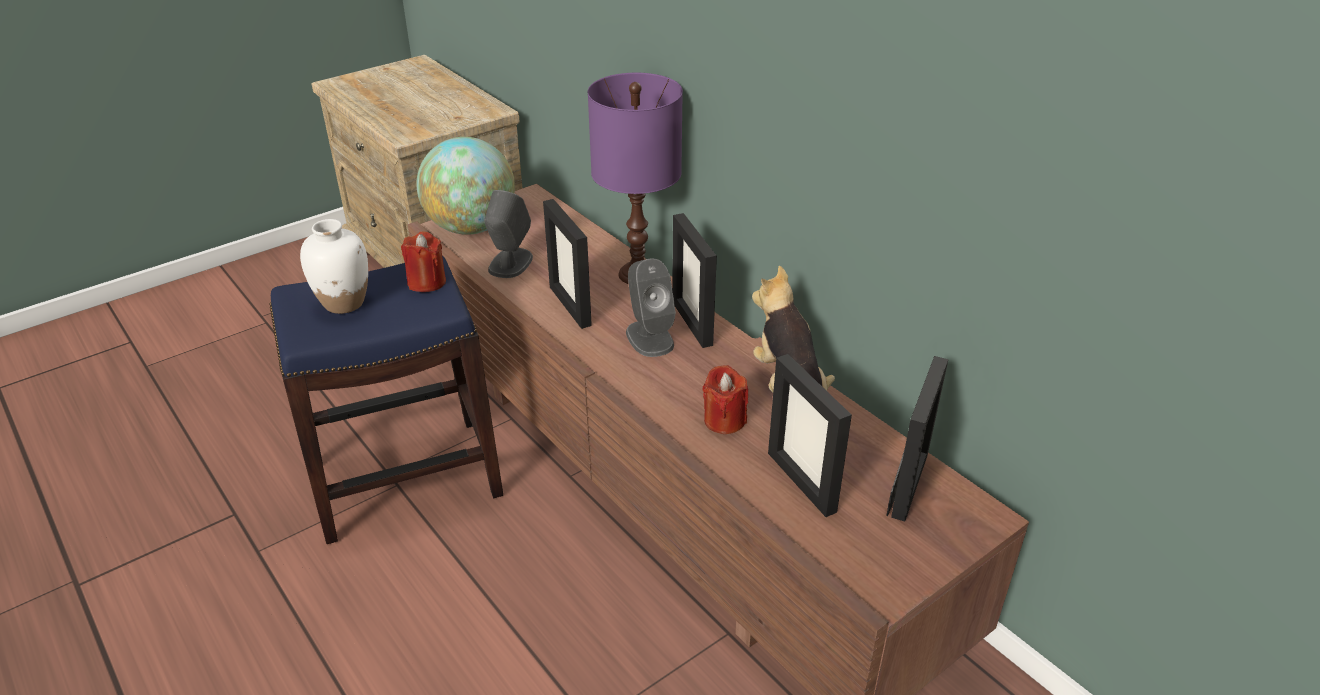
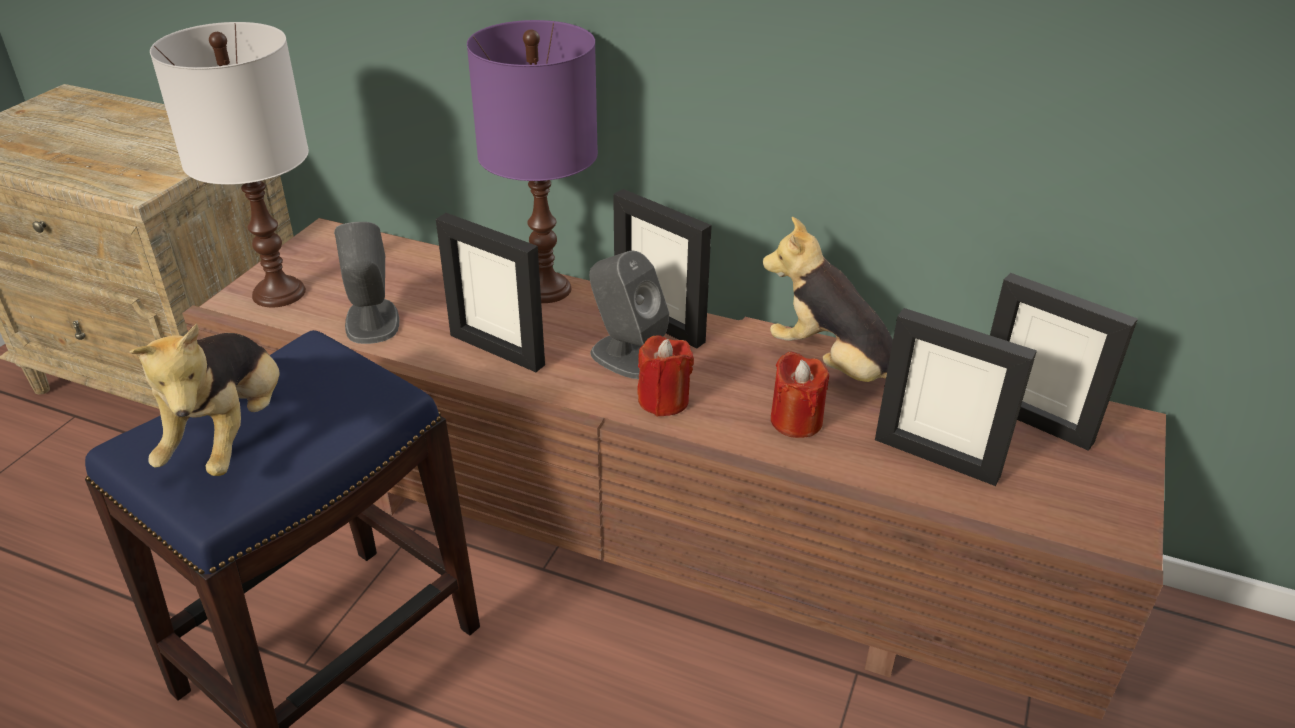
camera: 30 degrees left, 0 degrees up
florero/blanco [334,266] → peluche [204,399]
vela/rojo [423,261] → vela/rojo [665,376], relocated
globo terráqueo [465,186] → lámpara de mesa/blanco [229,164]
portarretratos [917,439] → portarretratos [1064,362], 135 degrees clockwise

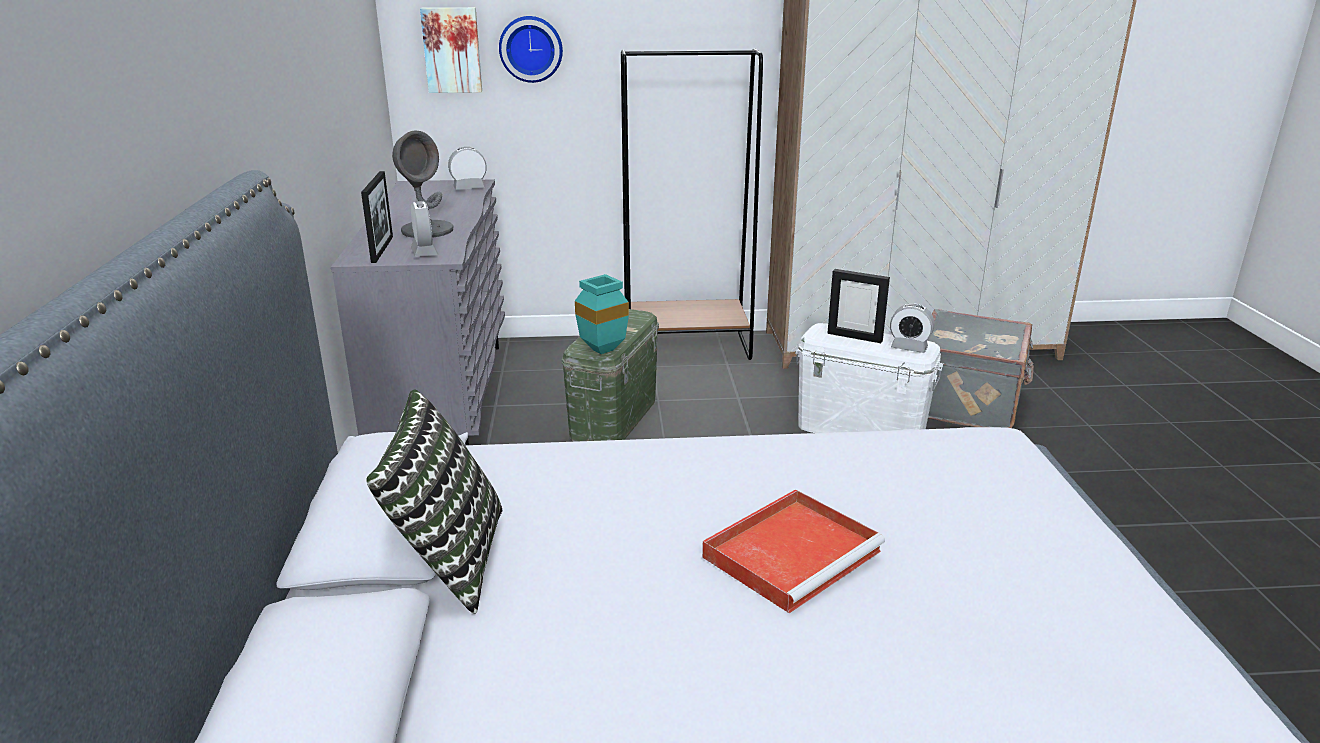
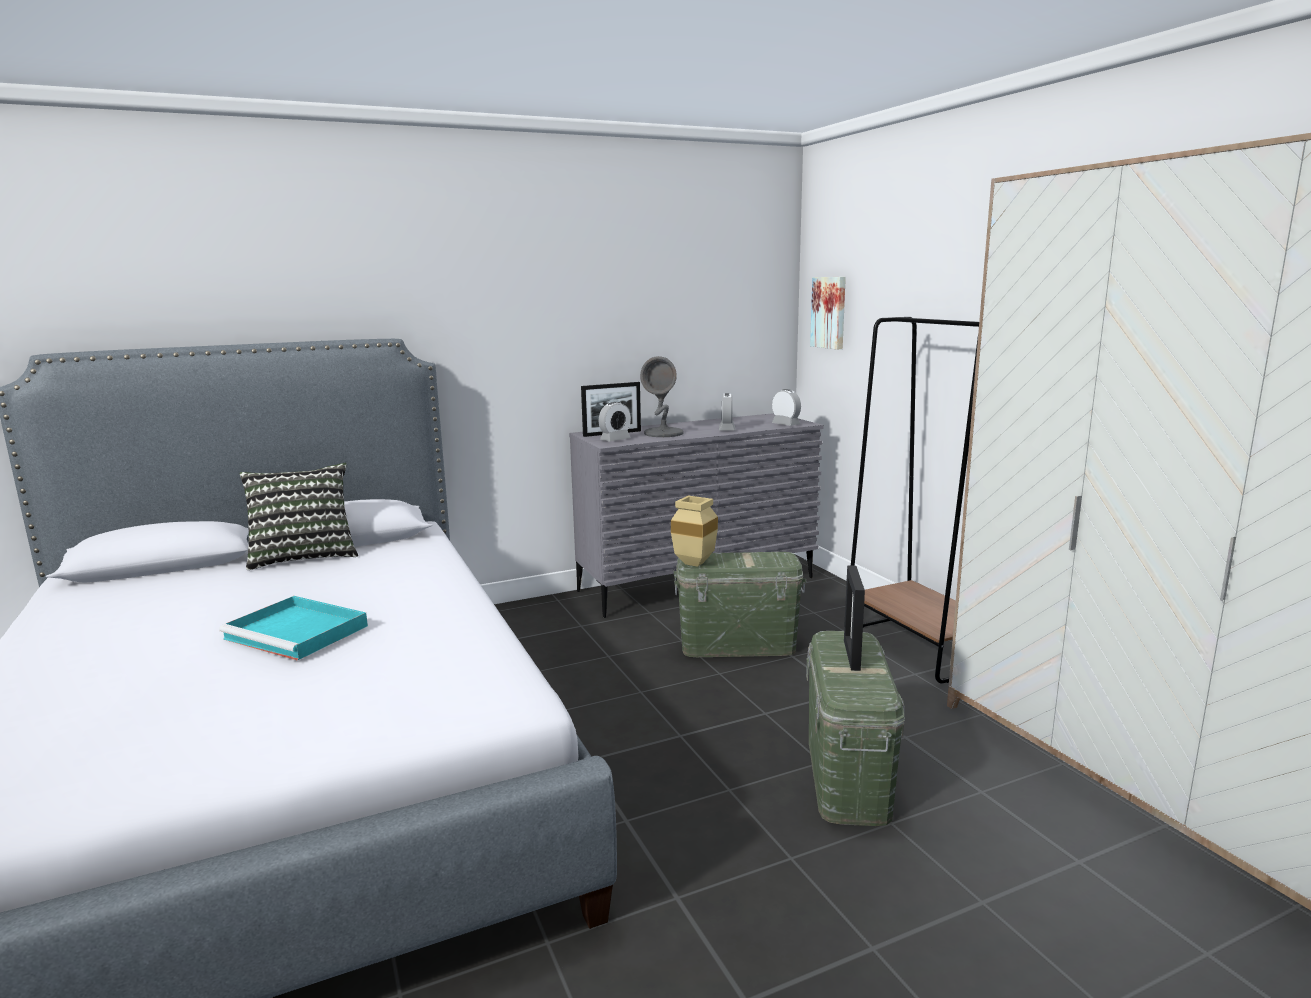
camera: 70 degrees right, 10 degrees down
reloj de pared [531,49] → -
florero/turquesa [602,314] → florero/beis [694,531]
bandeja/rojo [793,551] → bandeja/turquesa [293,628]
caja de almacenaje/blanco [869,378] → caja de almacenaje/verde [855,728]
despertador [912,328] → despertador [727,411], relocated
maleta/gris [980,368] → -

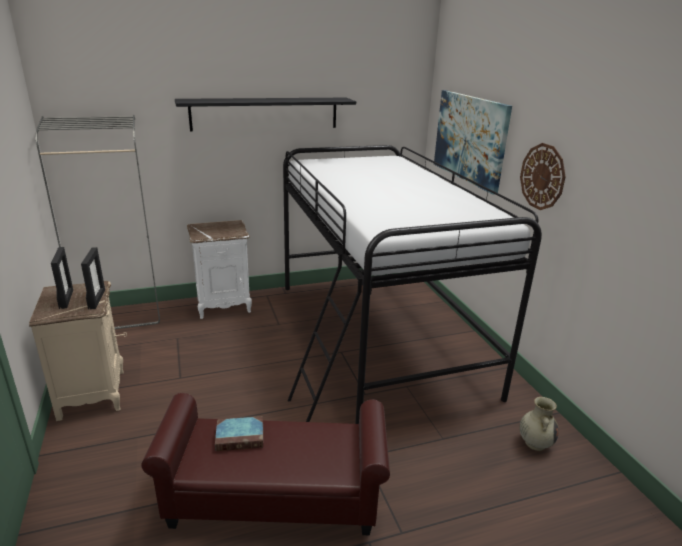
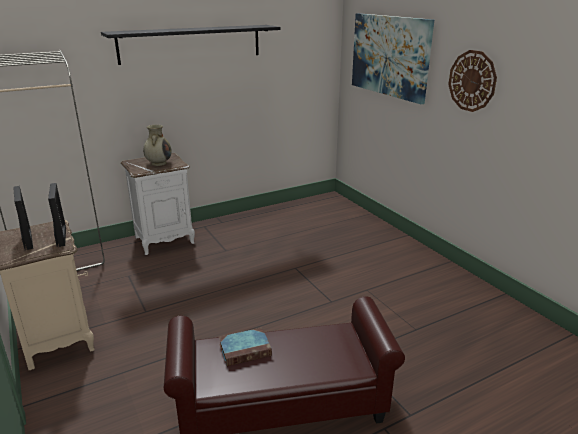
camera: 10 degrees left, 0 degrees up
cama/negro [412,284] → -
florero/beis [539,424] → florero/beis [157,145], relocated

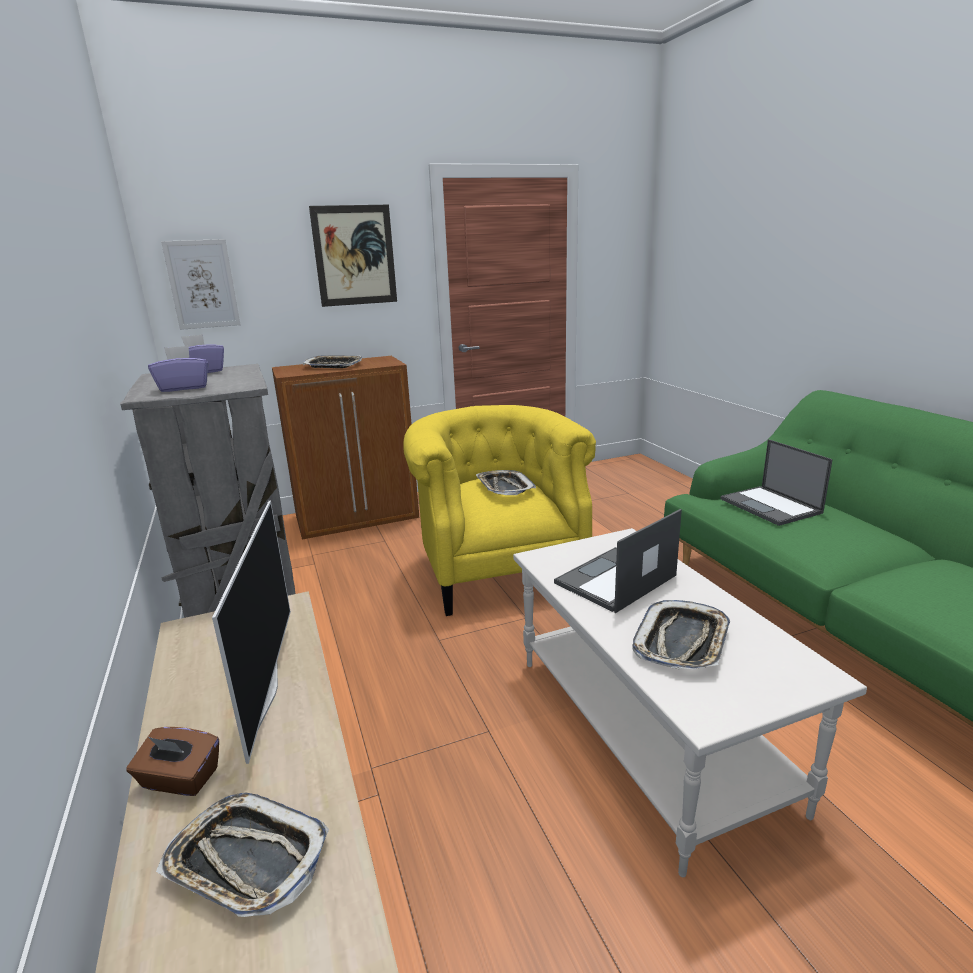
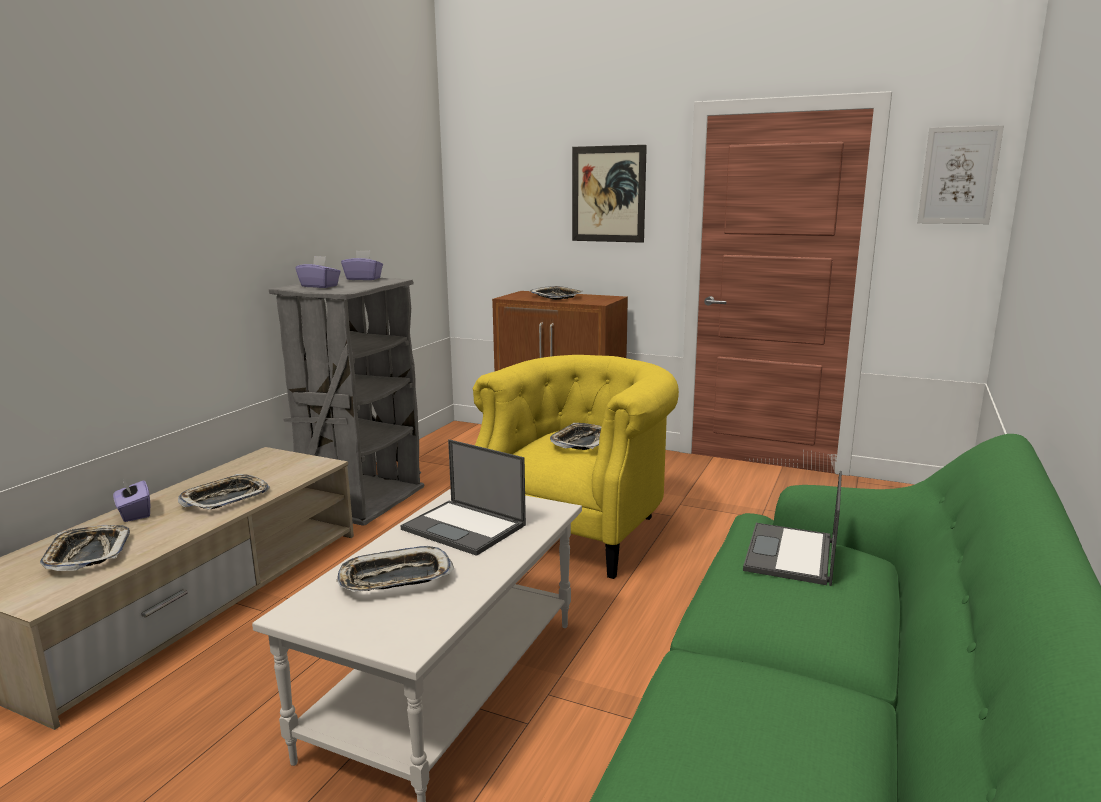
camera: 45 degrees right, 5 degrees down
caja de pañuelos/marrón [172,761] → caja de pañuelos/morado [131,500]
cuadro [200,284] → cuadro [960,174], relocated
televisor [251,632] → bandeja [224,492]
portátil [618,561] → portátil [463,497], 150 degrees counterclockwise

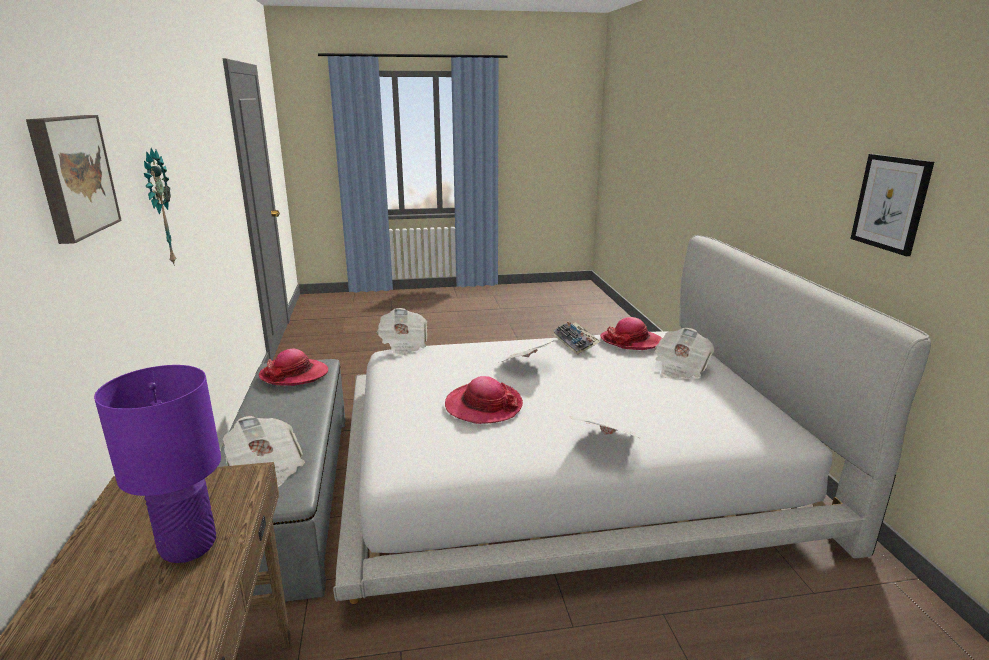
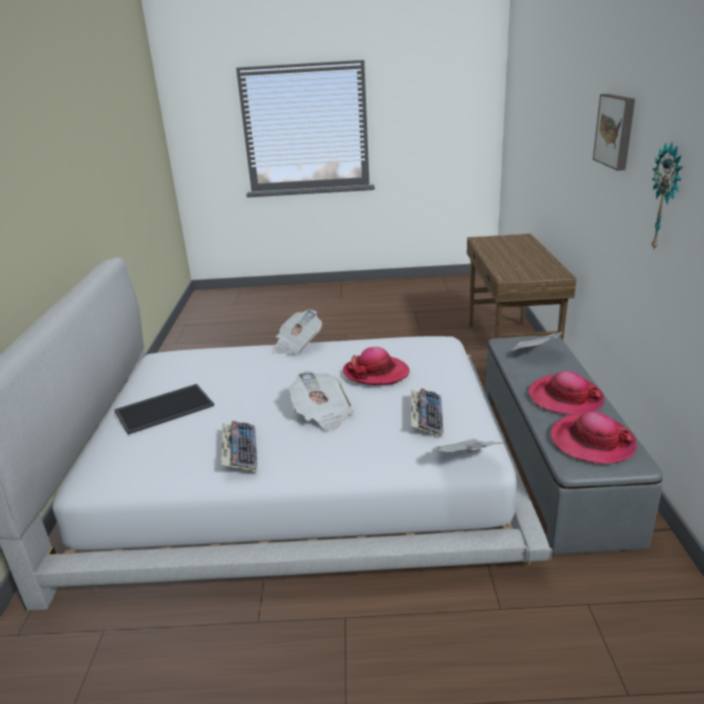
camera: 170 degrees left, 5 degrees up
lámpara de mesa/morado [157,464] → -
sombrero [631,333] → sombrero [566,393], relocated
periódico [684,353] → bandeja [164,409]
cuadro [892,205] → -
- → teclado [427,412]

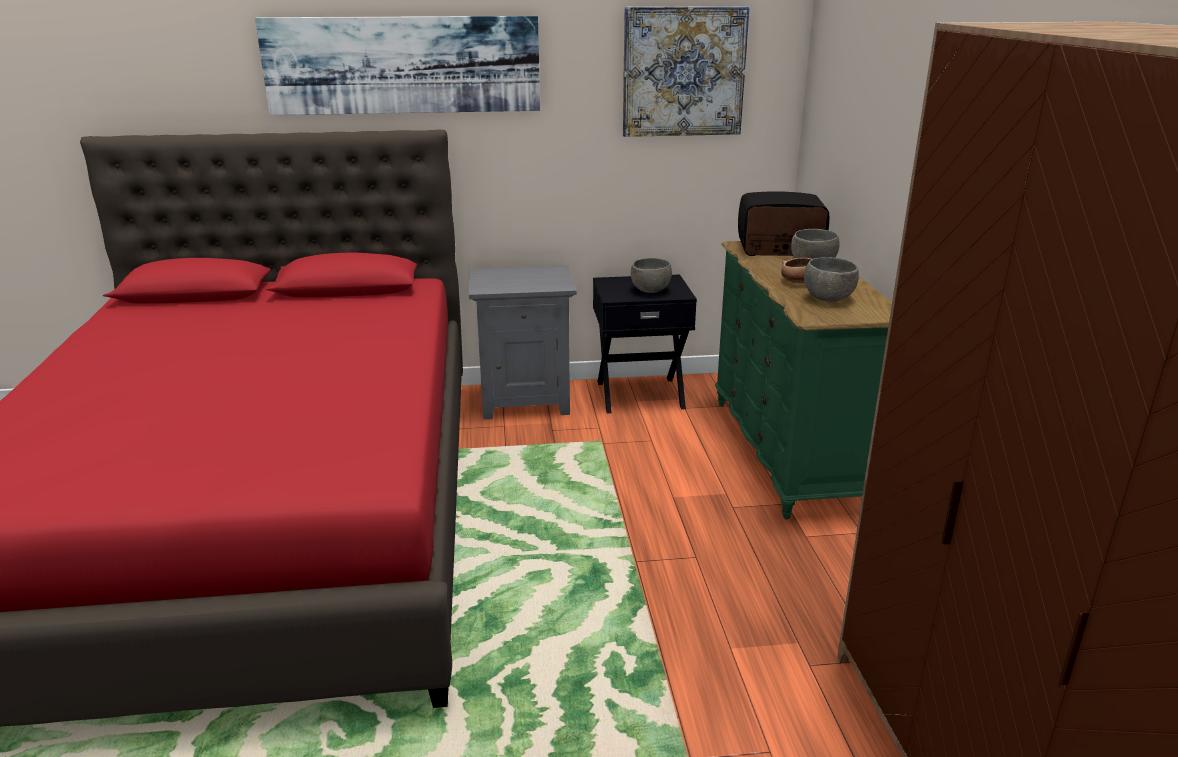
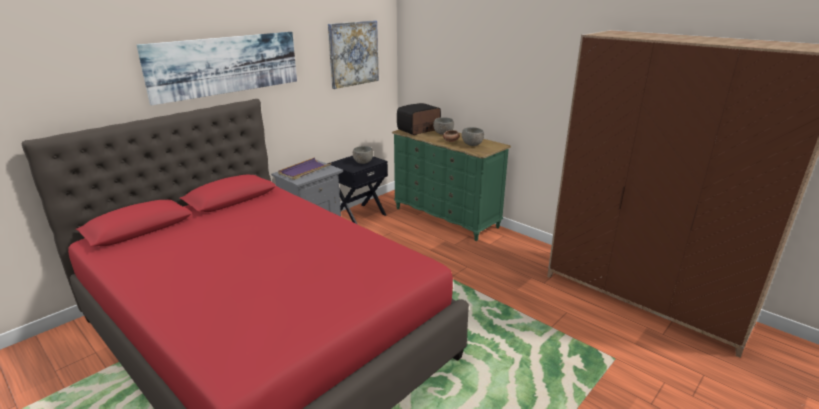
camera: 40 degrees left, 0 degrees up
- → bandeja/morado [304,168]

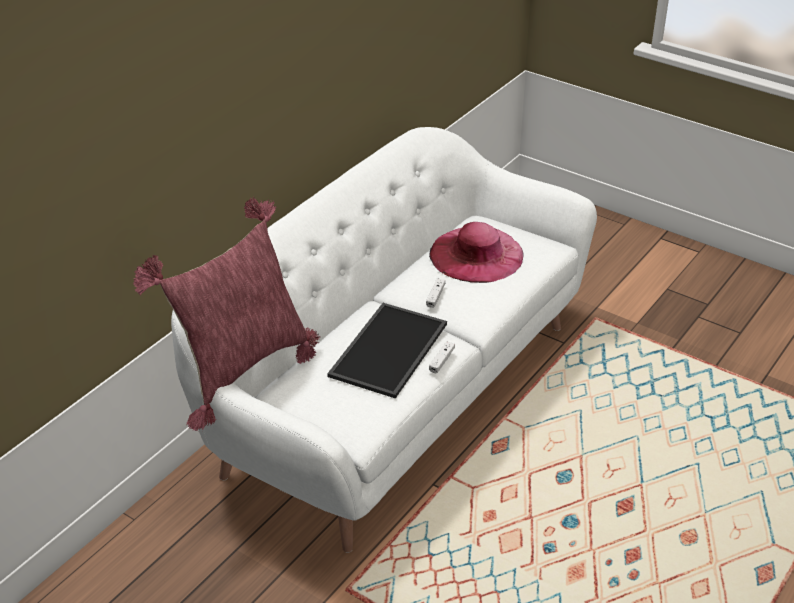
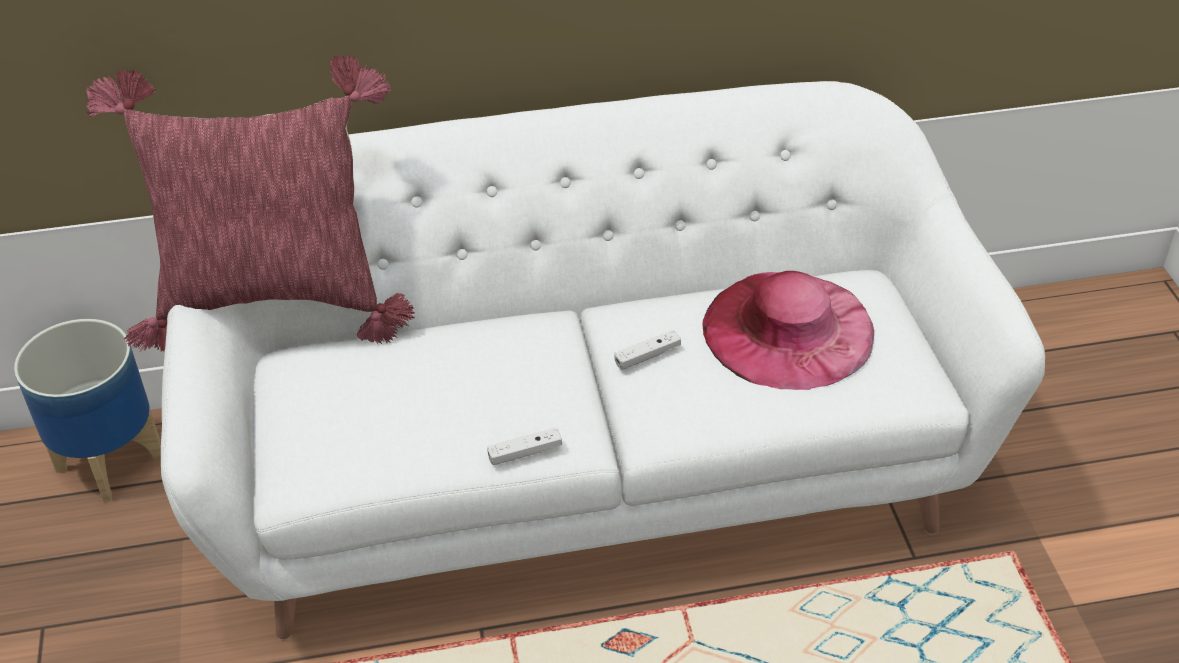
camera: 45 degrees right, 5 degrees up
bandeja [387,351] → -
- → maceta [87,410]

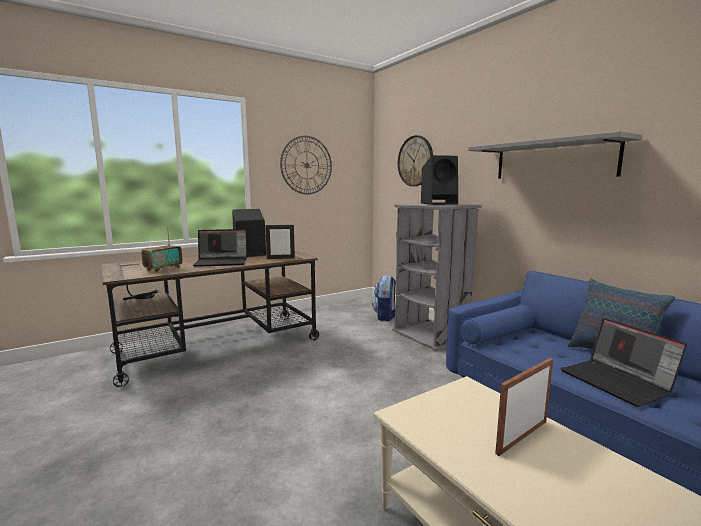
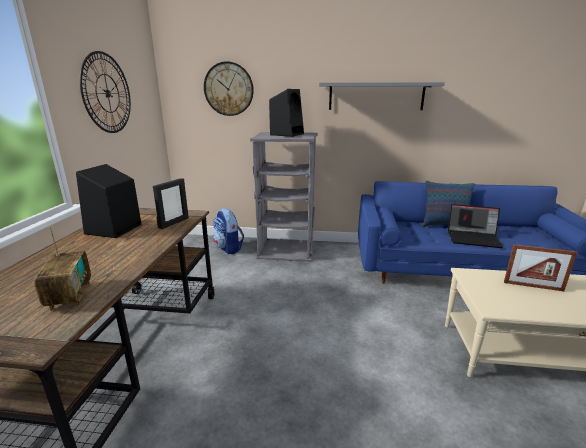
camera: 50 degrees left, 10 degrees up
portátil [220,248] → -
portarretratos [524,407] → portarretratos [540,267], 75 degrees counterclockwise

